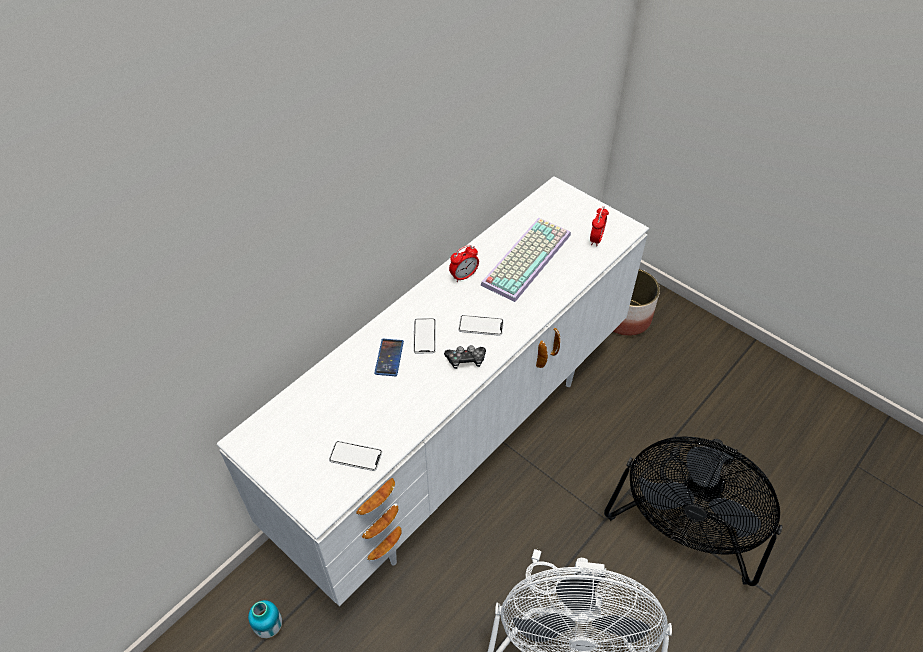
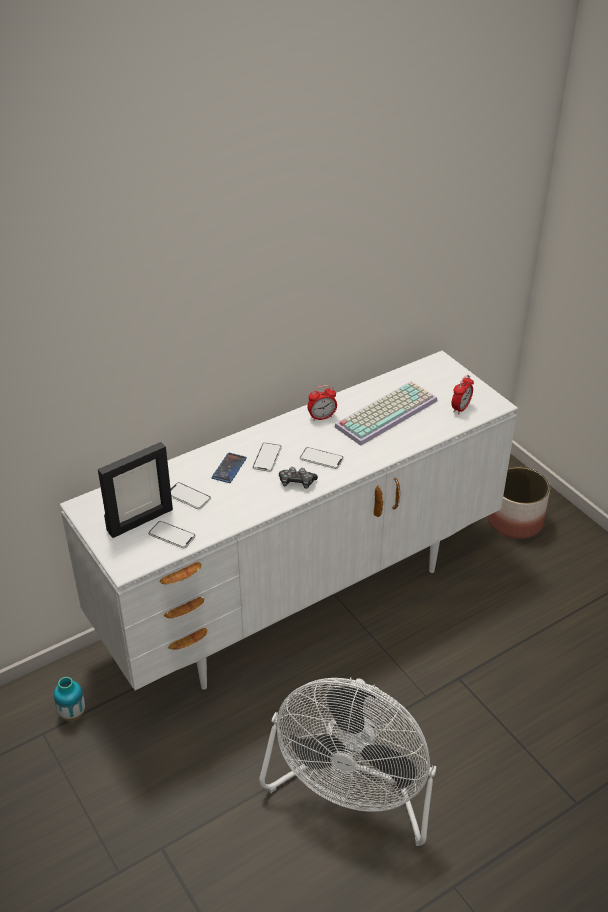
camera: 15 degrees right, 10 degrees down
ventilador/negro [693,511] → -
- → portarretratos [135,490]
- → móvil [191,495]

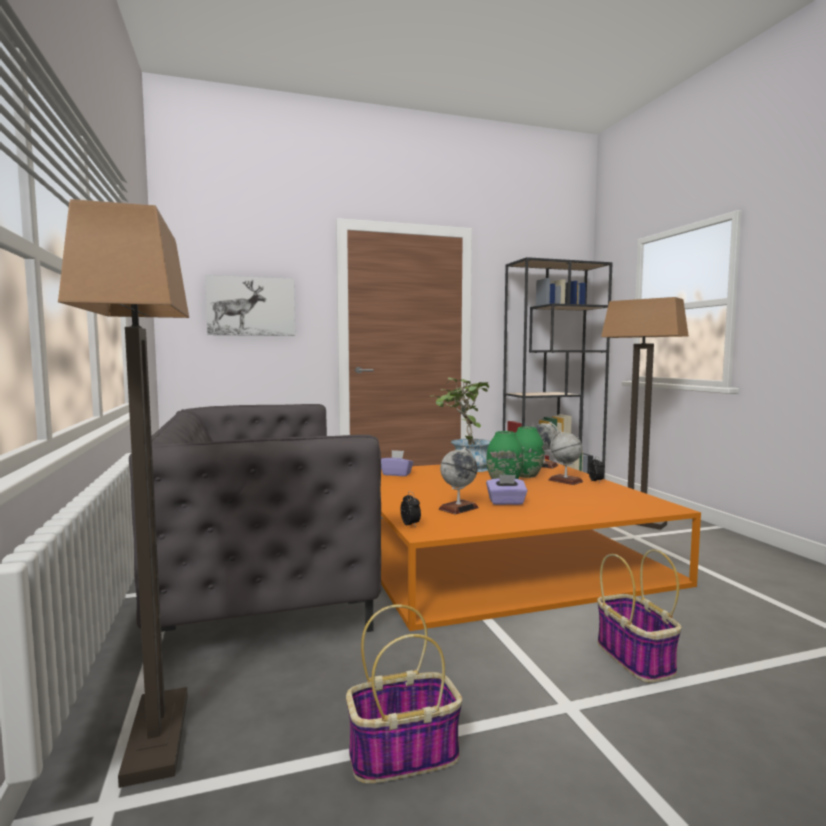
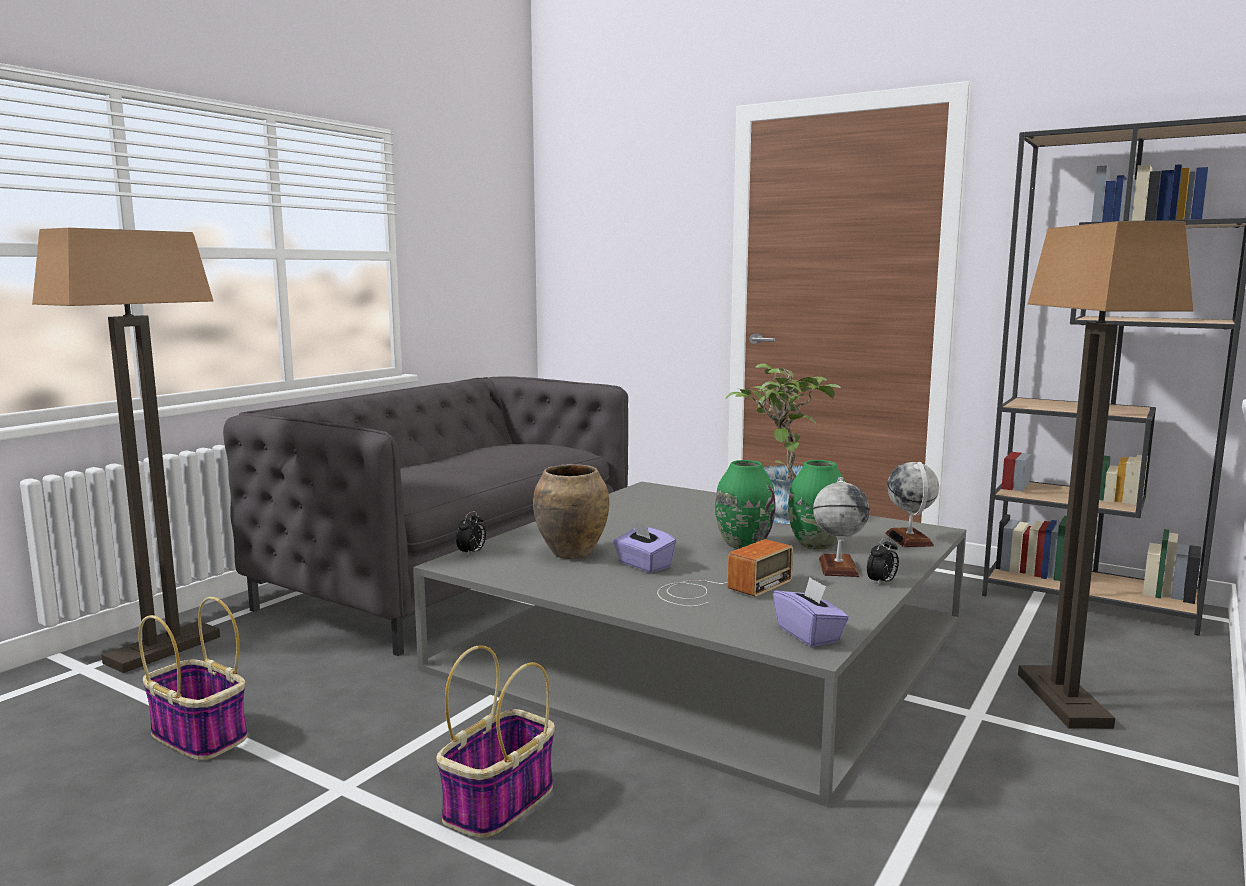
camera: 50 degrees right, 5 degrees up
cuadro [250,305] → -
caja de pañuelos/morado [397,463] → caja de pañuelos/morado [811,612], relocated
mesa de centro/naranja [541,545] → mesa de centro/gris [689,644]
globo terráqueo [459,481] → florero/marrón [571,511]
- → radio [725,573]

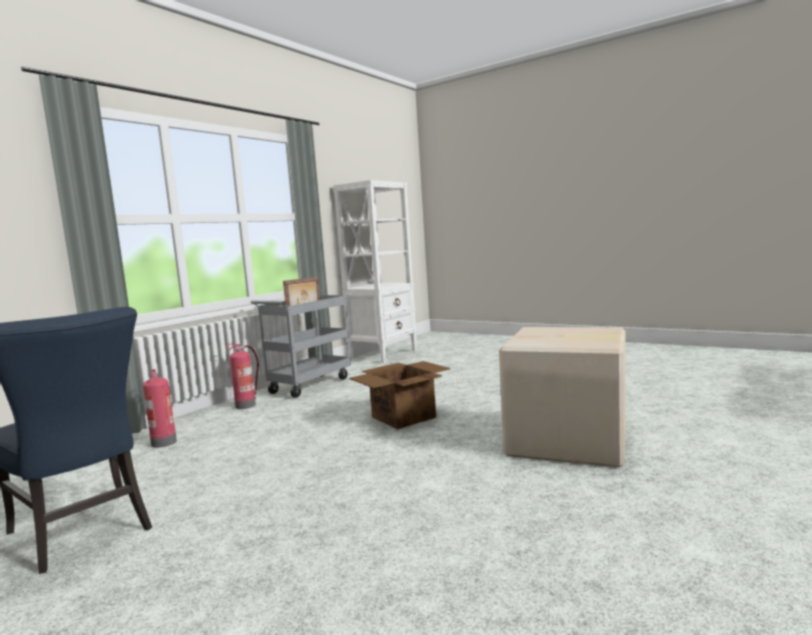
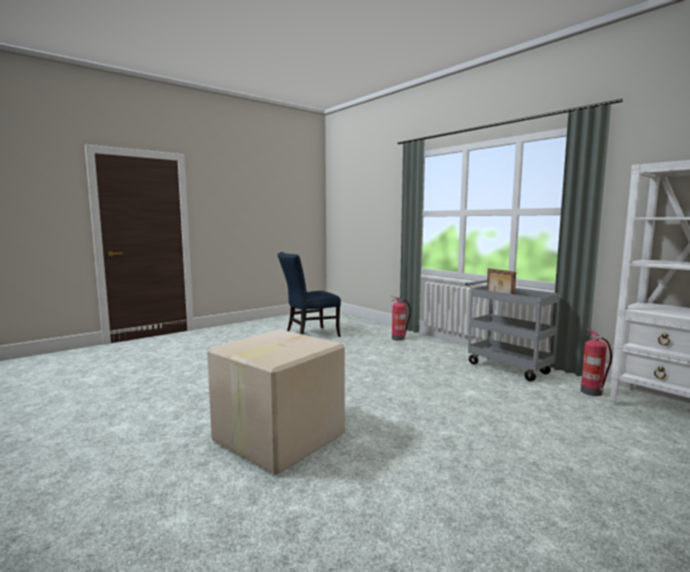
camera: 105 degrees right, 0 degrees up
extintor [242,376] → extintor [596,362], relocated
caja de cartón [399,395] → -

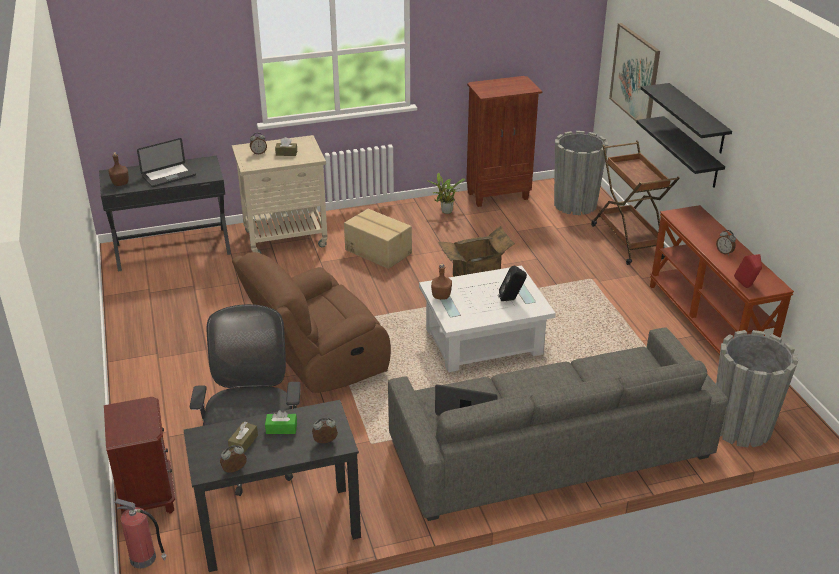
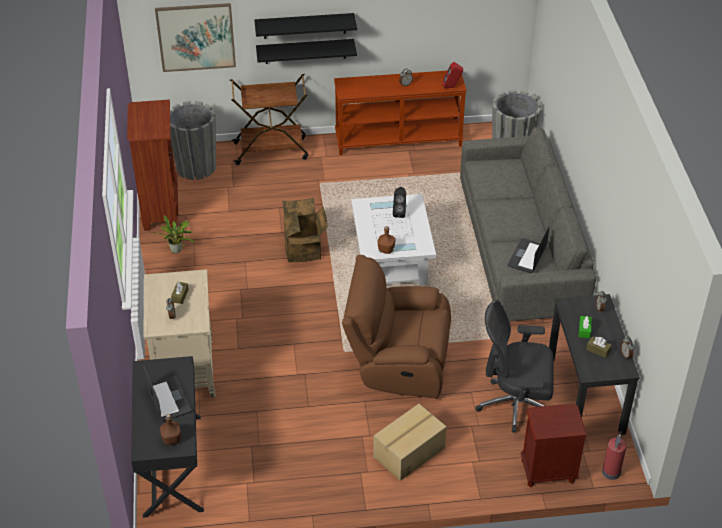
camera: 80 degrees left, 10 degrees up
sillón/marrón [311,322] → sillón/marrón [396,327], 120 degrees clockwise
caja de cartón [378,239] → caja de cartón [410,442], relocated

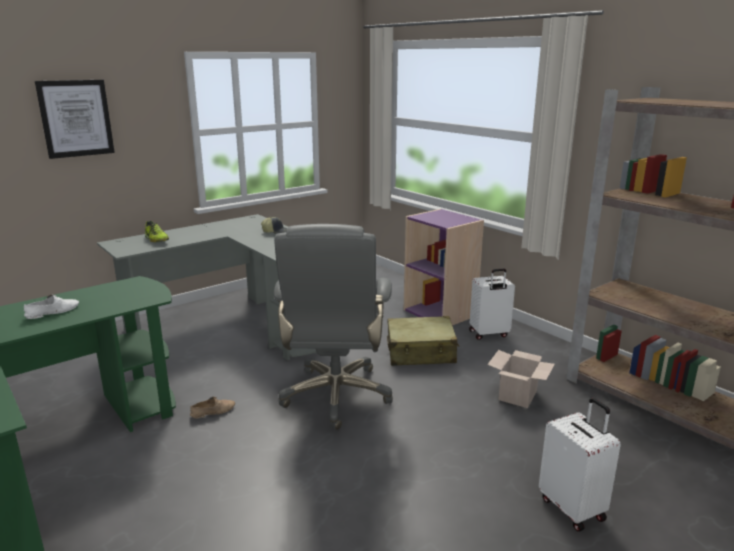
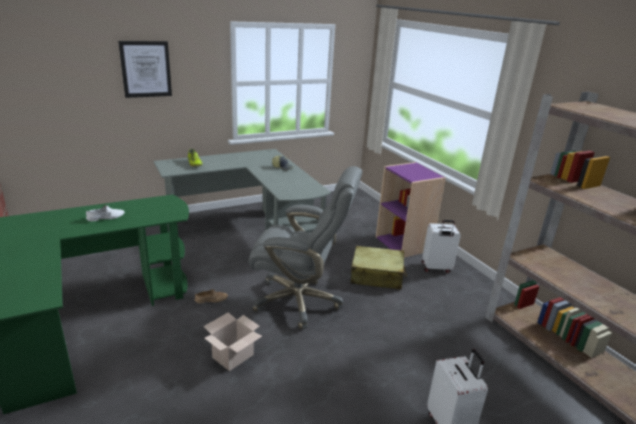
camera: 10 degrees right, 5 degrees up
silla de oficina/gris [333,327] → silla de oficina/gris [306,248], 90 degrees counterclockwise
caja de cartón [521,379] → caja de cartón [232,341], relocated

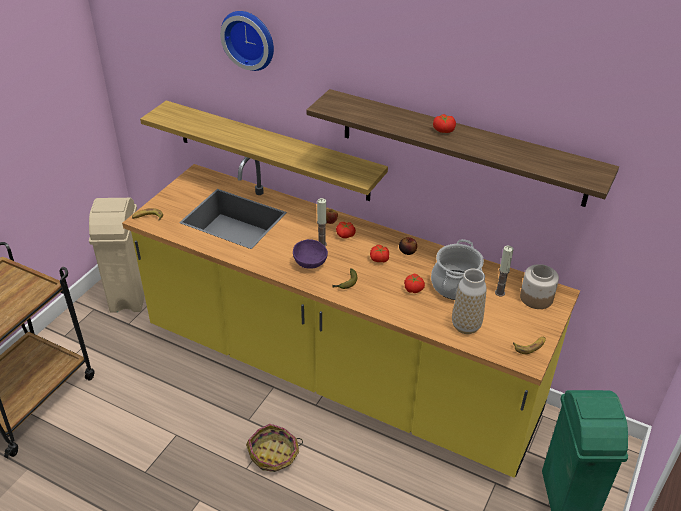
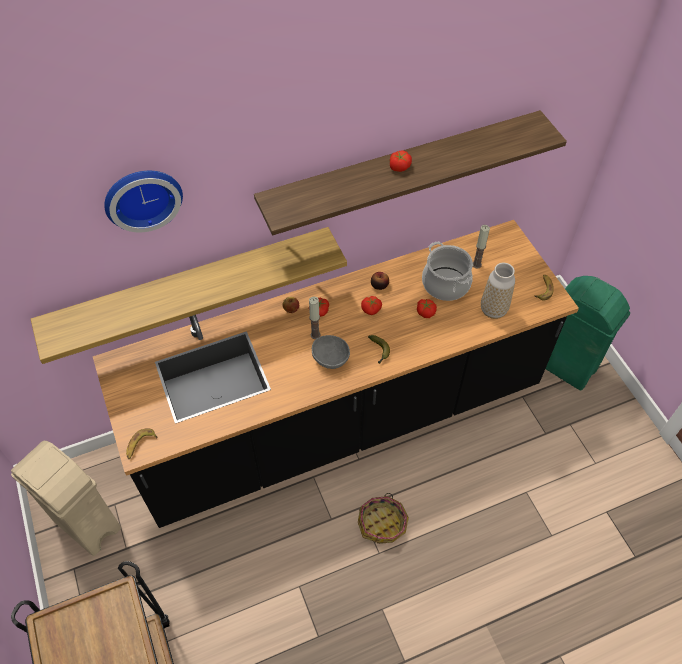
camera: 50 degrees left, 15 degrees up
mueble bajo de cocina/amarillo [351,317] → mueble bajo de cocina/negro [336,374]
cuenco/morado [310,254] → cuenco/gris [331,352]
tarro [539,286] → -

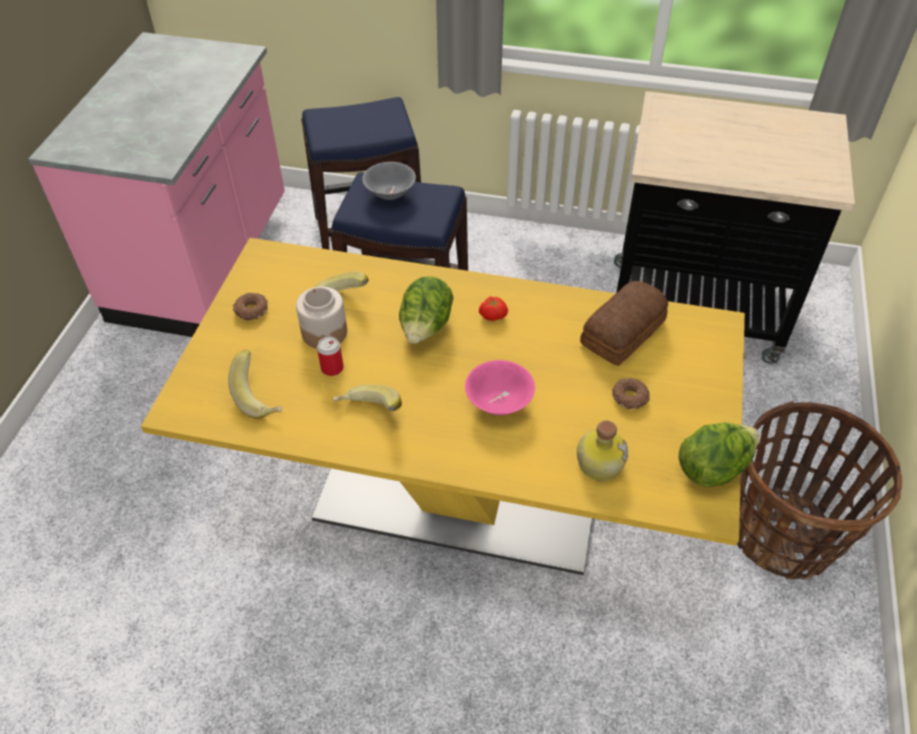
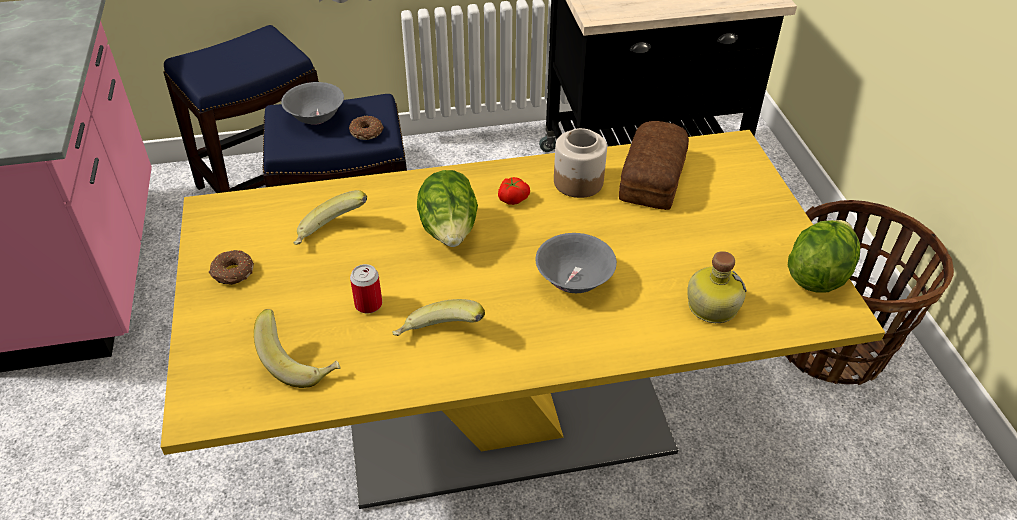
camera: 25 degrees left, 5 degrees down
tarro [321,318] → tarro [580,163], relocated
cuenco/rosa [500,387] → cuenco/gris [576,263]
rosquilla [631,393] → rosquilla [366,128], relocated

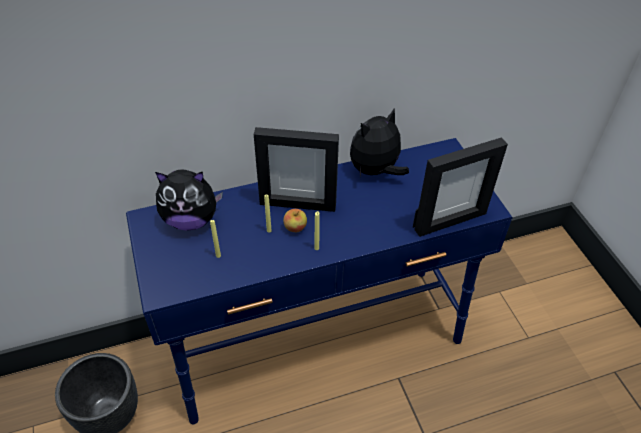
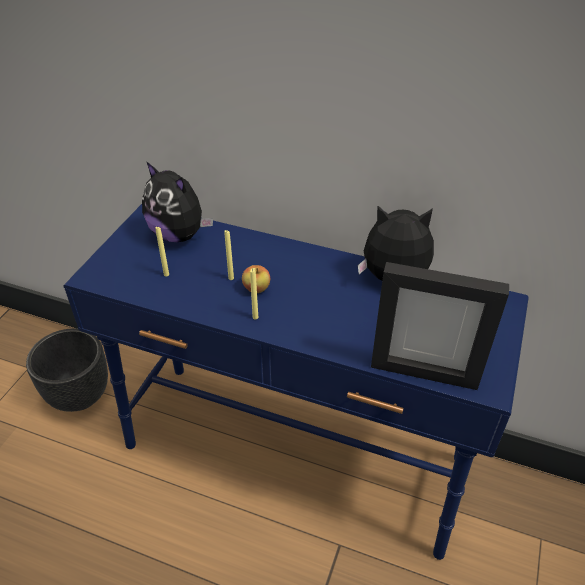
camera: 40 degrees right, 5 degrees down
portarretratos [296,169] → -

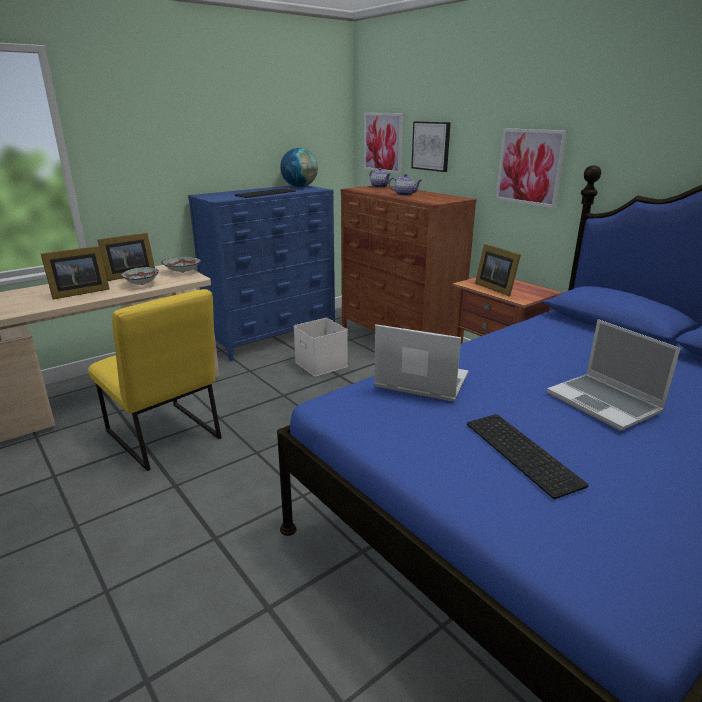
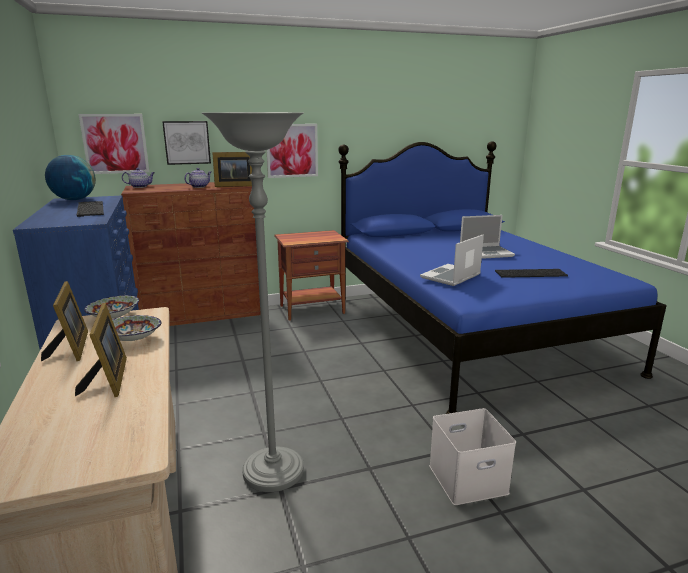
camera: 70 degrees left, 5 degrees down
silla/amarillo [155,380] → lámpara de pie/gris [253,302]
caja de almacenaje/blanco [321,347] → caja de almacenaje/blanco [472,456], relocated
portarretratos [498,270] → portarretratos [232,169], relocated

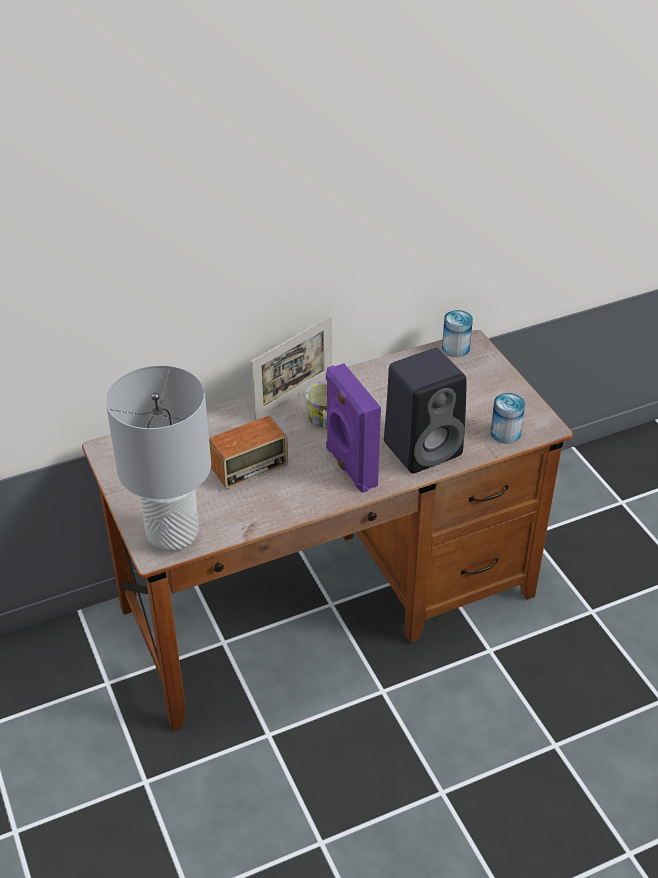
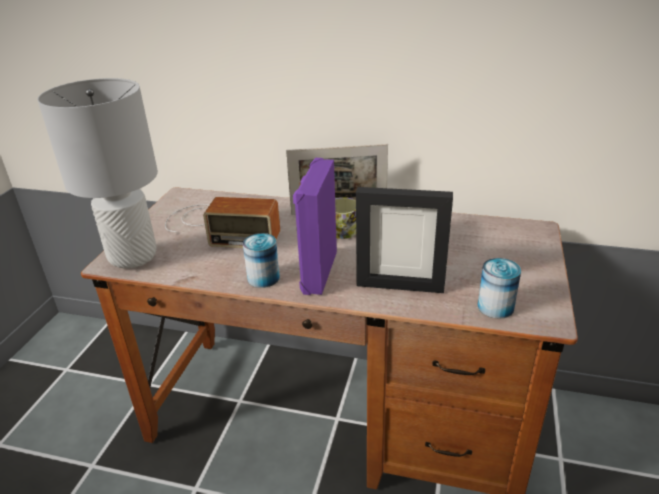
camera: 40 degrees right, 10 degrees down
altavoz/negro [425,410] → portarretratos [404,240]
lata [457,333] → lata [261,260], relocated

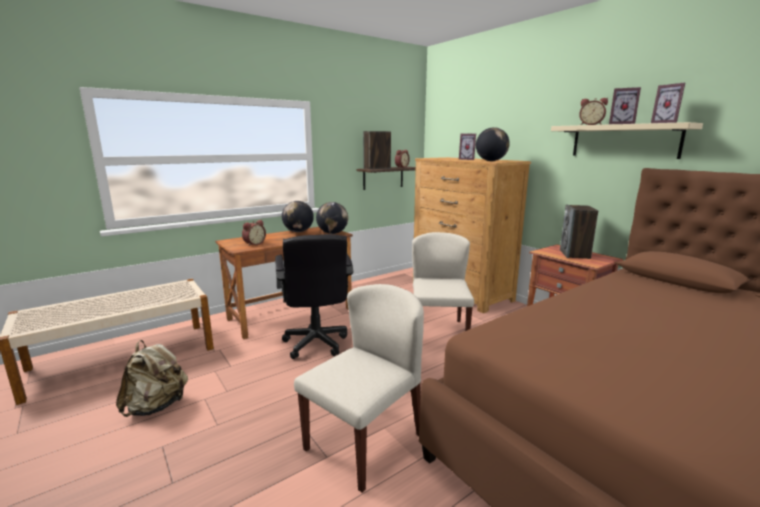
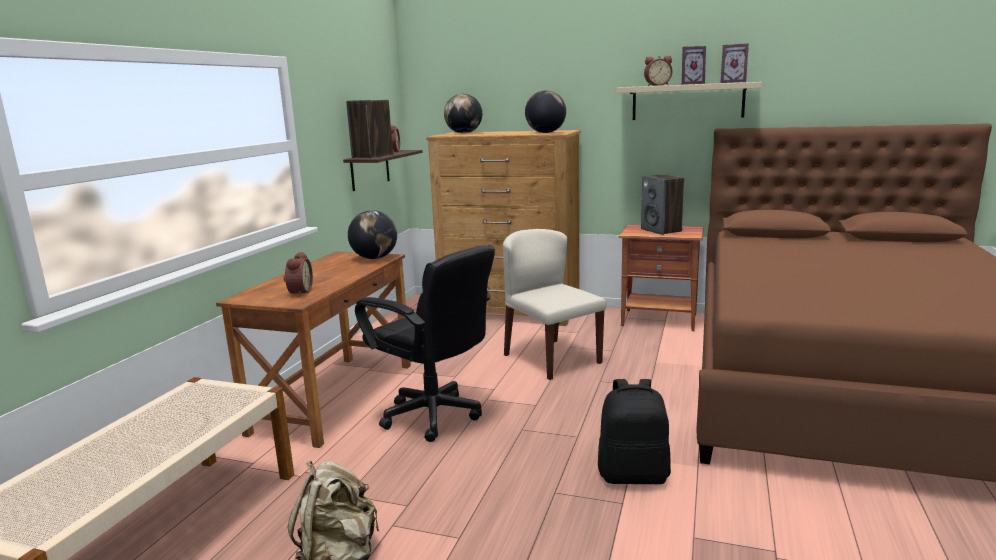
camera: 35 degrees left, 0 degrees up
globo terráqueo [298,216] → globo terráqueo [463,113], relocated
silla/beis [359,388] → mochila/negro [634,431]
portarretratos [467,146] → -

